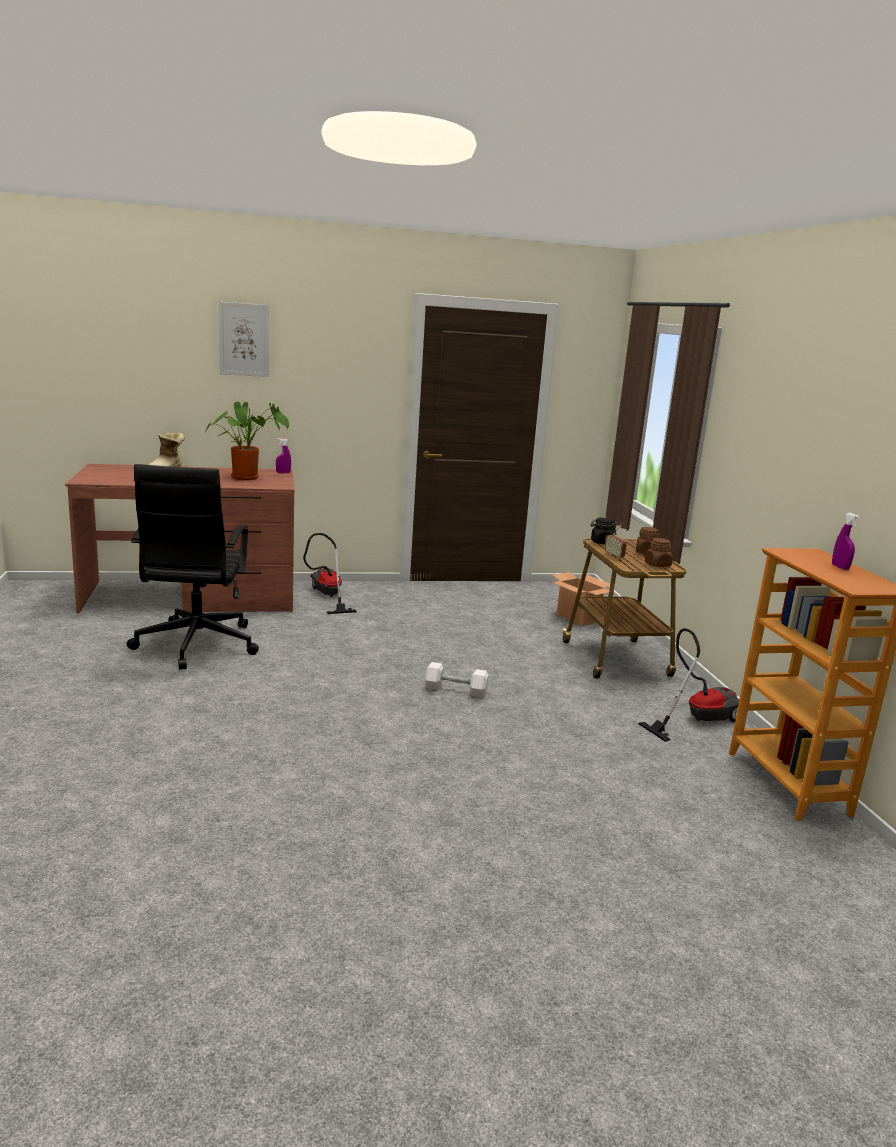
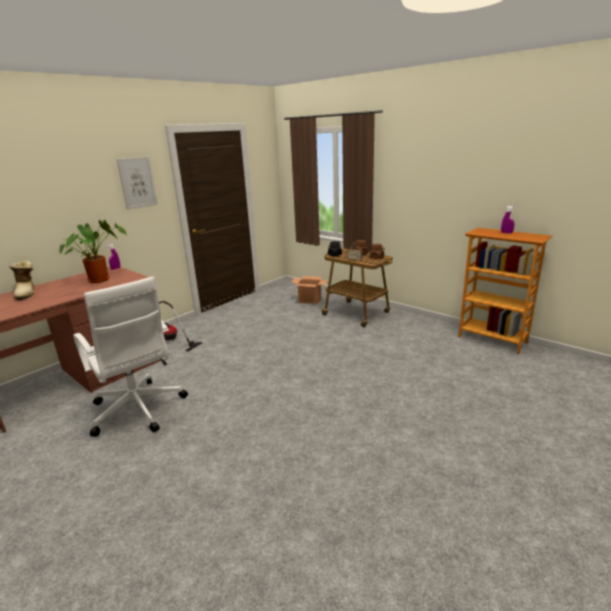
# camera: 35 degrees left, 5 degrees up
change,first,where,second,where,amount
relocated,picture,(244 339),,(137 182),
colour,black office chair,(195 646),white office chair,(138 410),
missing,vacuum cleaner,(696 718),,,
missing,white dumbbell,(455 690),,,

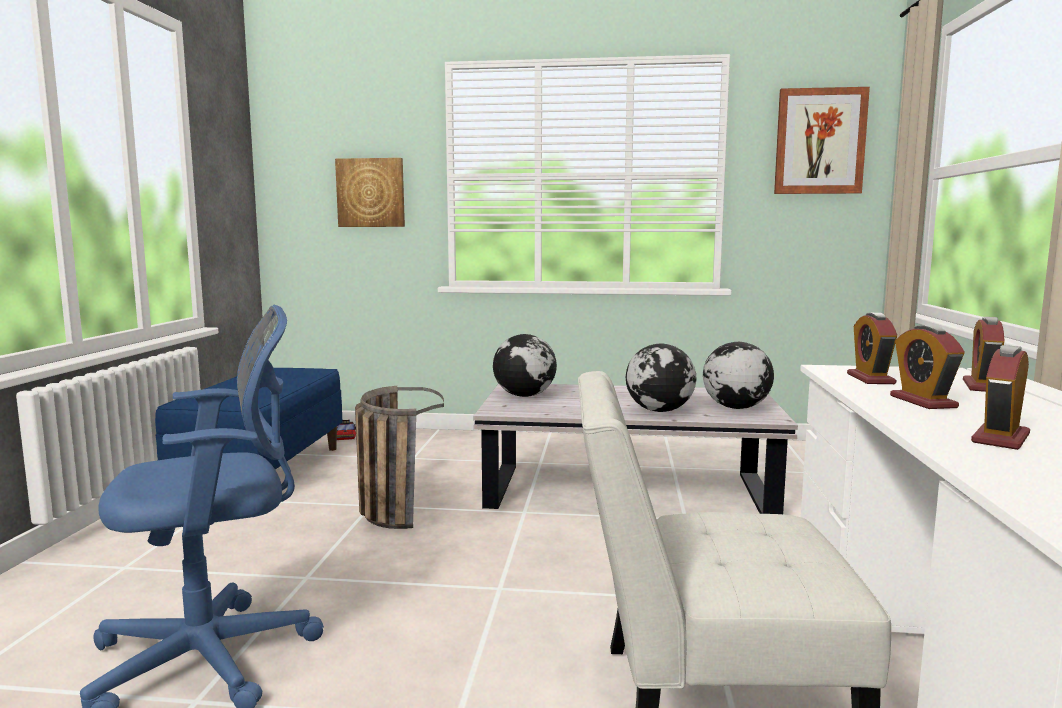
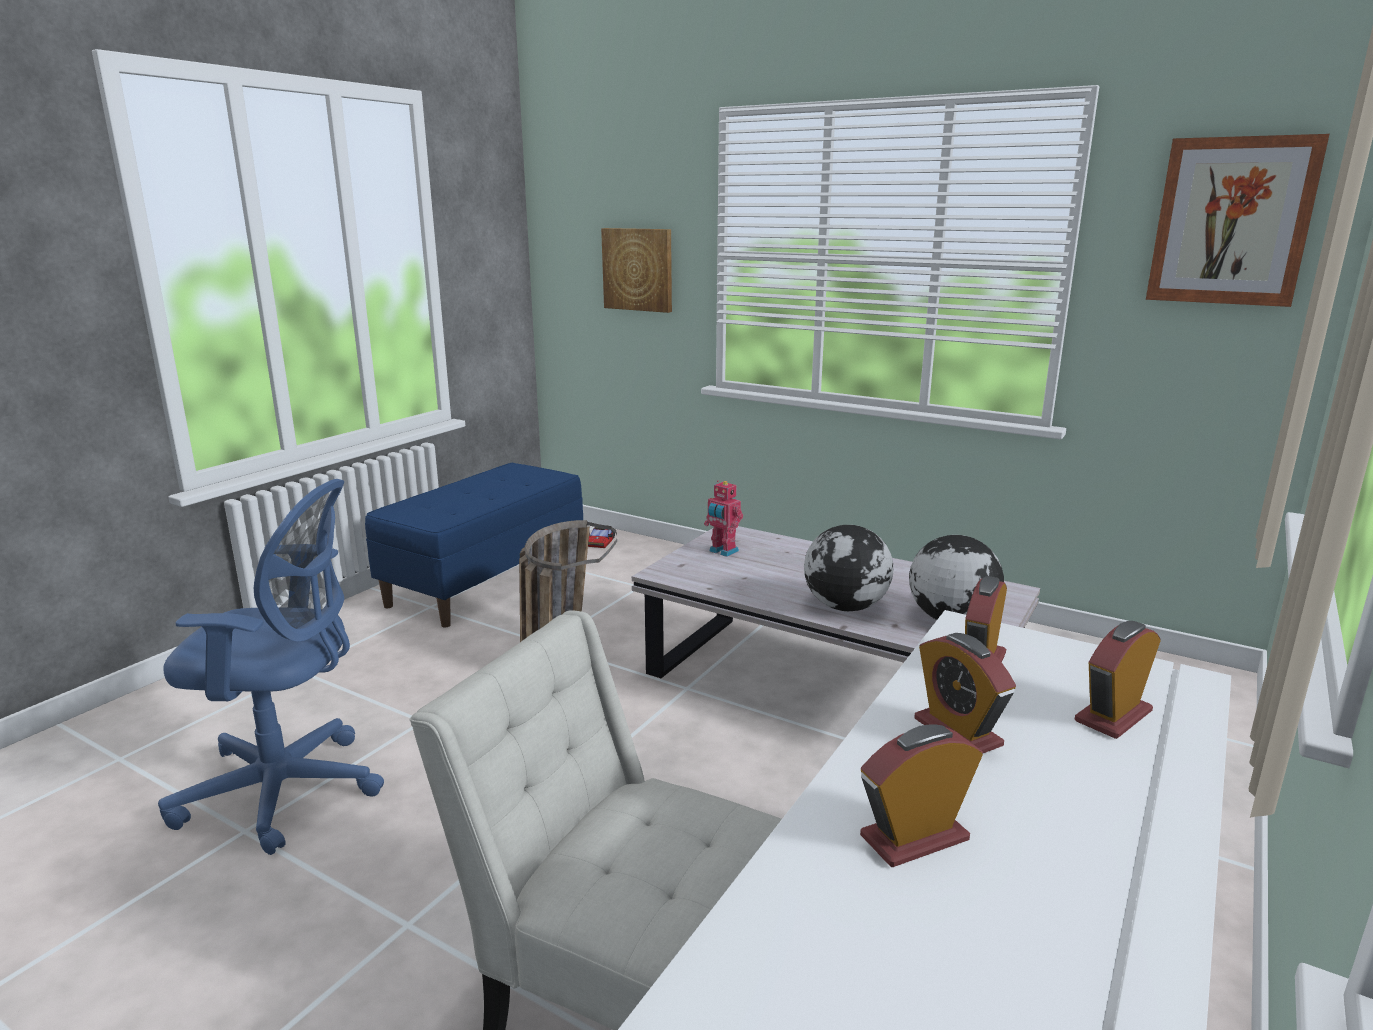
# camera: 25 degrees right, 10 degrees up
change,first,where,second,where,amount
spun,alarm clock,(923 401),,(957 732),45 degrees counterclockwise
exchanged,globe,(525 396),toy robot,(722 551),

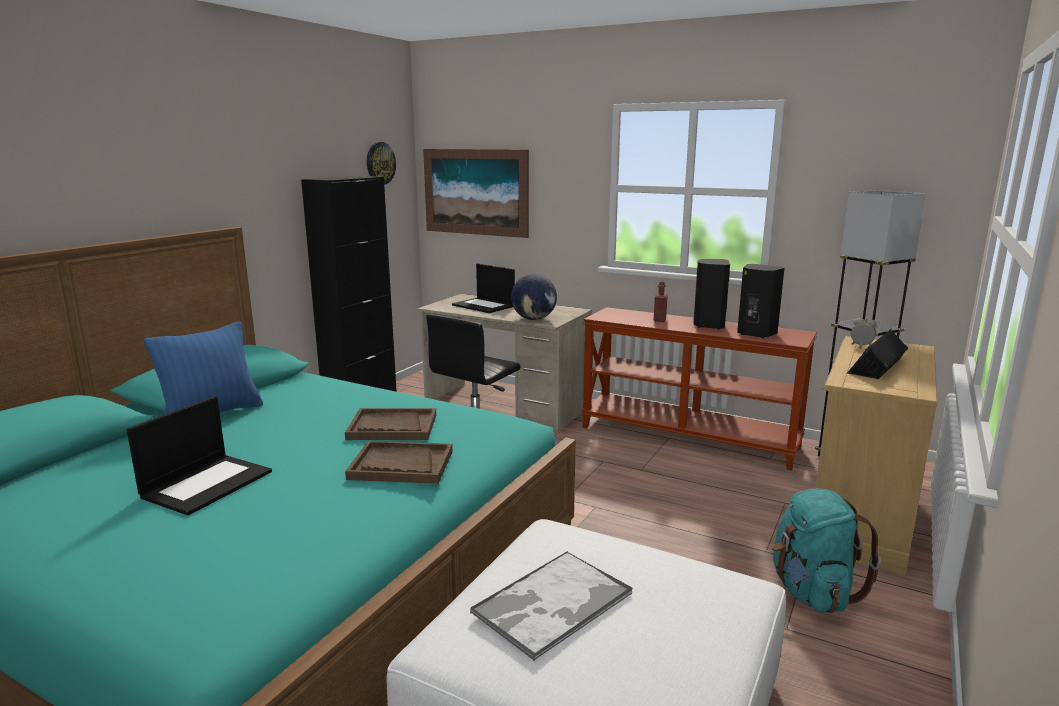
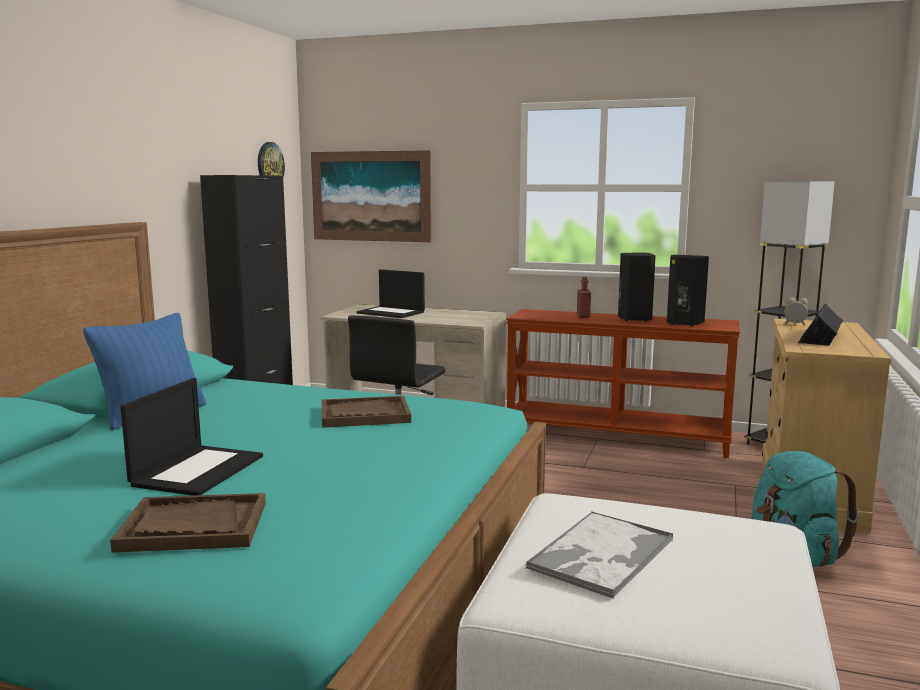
# camera: 10 degrees left, 5 degrees down
change,first,where,second,where,amount
missing,globe,(534 319),,,
relocated,brown tray,(401 465),,(193 526),

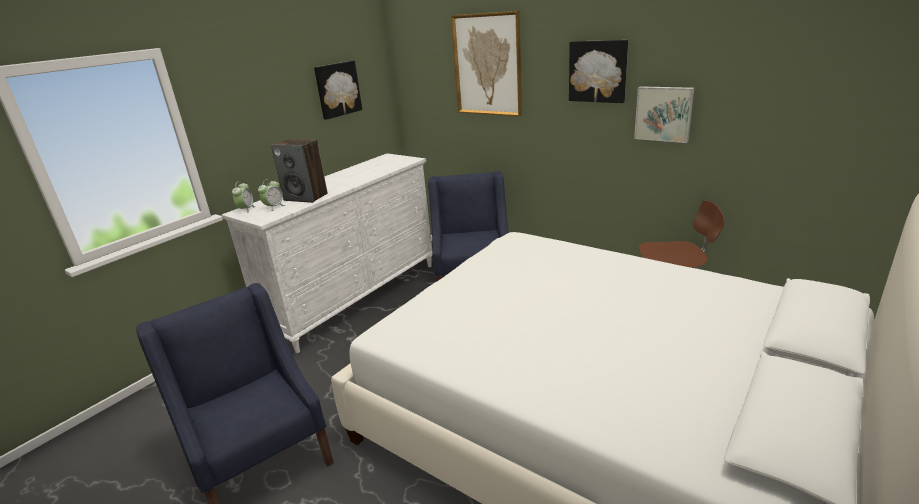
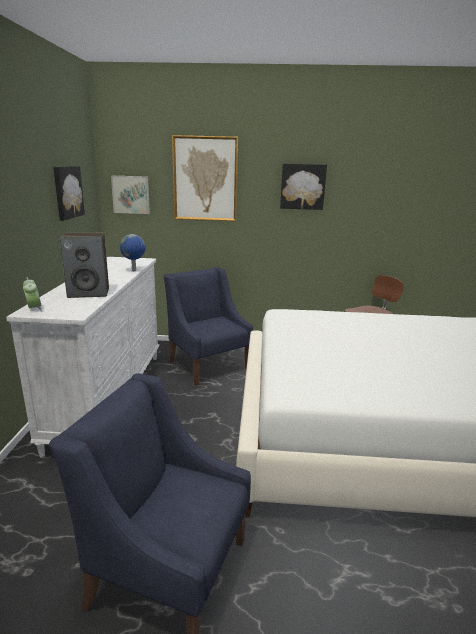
# camera: 35 degrees left, 5 degrees down
change,first,where,second,where,amount
relocated,picture,(663 113),,(131 194),
missing,alarm clock,(274 207),,,
appeared,,,globe,(134 271),

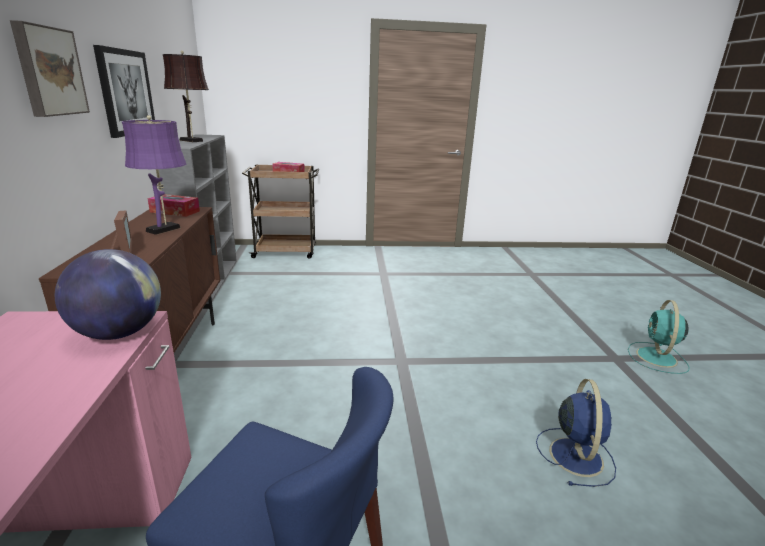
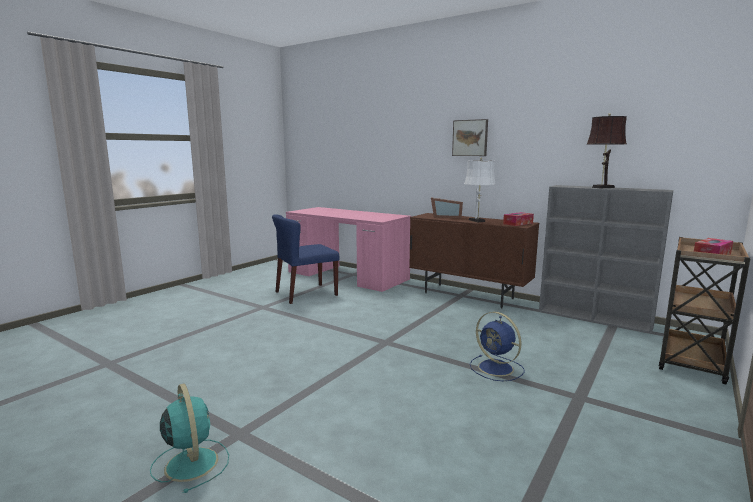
# camera: 130 degrees right, 10 degrees down
change,first,where,second,where,amount
missing,picture,(126 92),,,
colour,purple table lamp,(166 229),white table lamp,(477 221),
missing,globe,(119 333),,,
relocated,blue fan,(575 455),,(497 368),

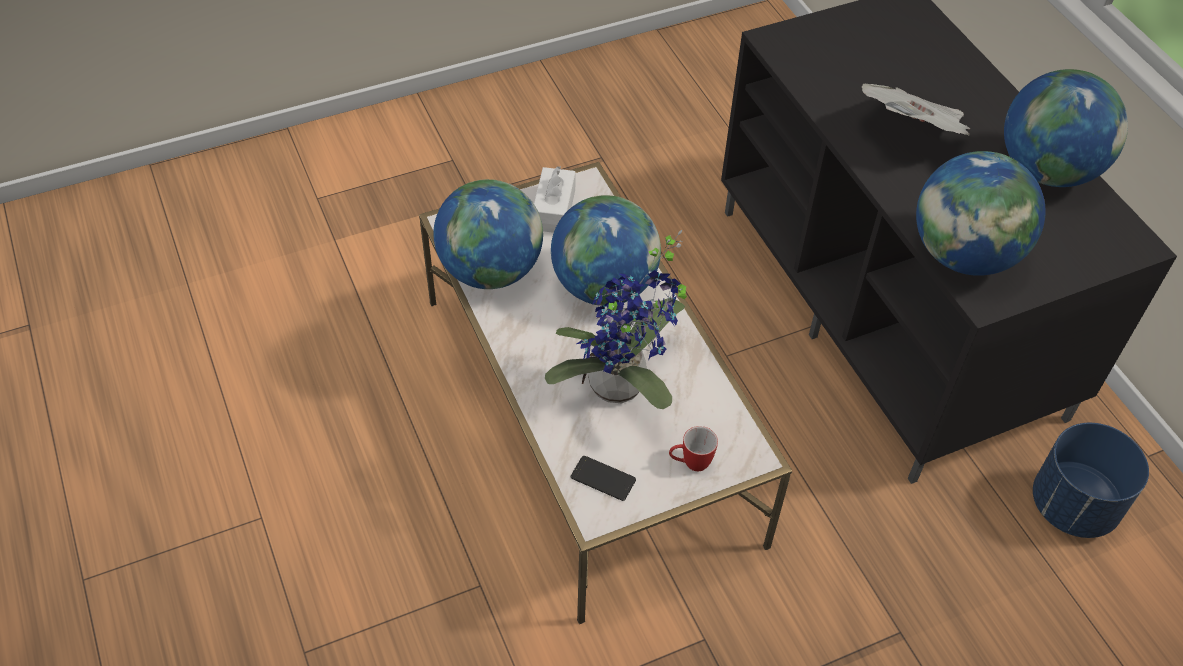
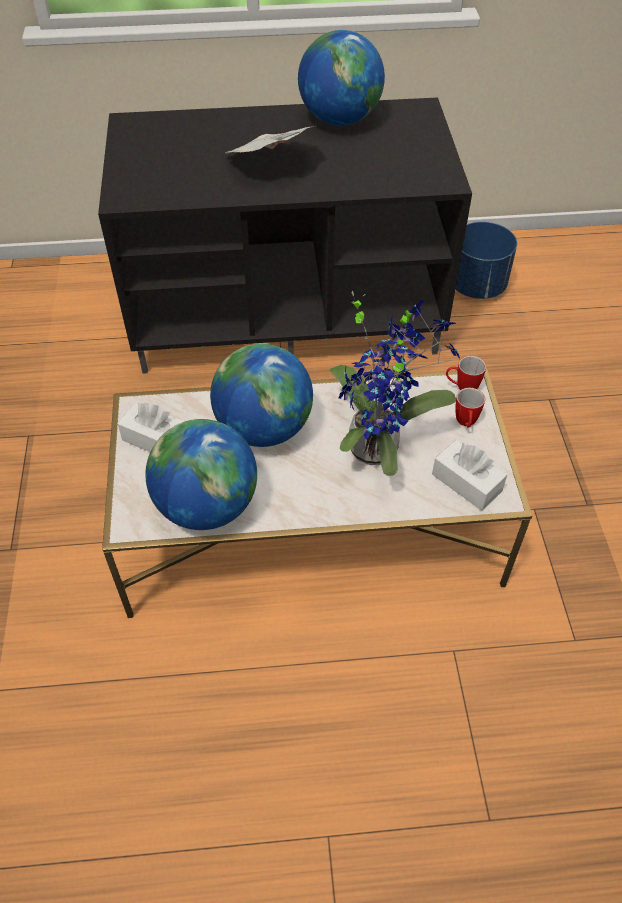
# camera: 70 degrees left, 0 degrees up
change,first,where,second,where,amount
missing,globe,(964 255),,,
exchanged,phone,(603 478),white tissue box,(466 482),
appeared,,,mug,(462 387),

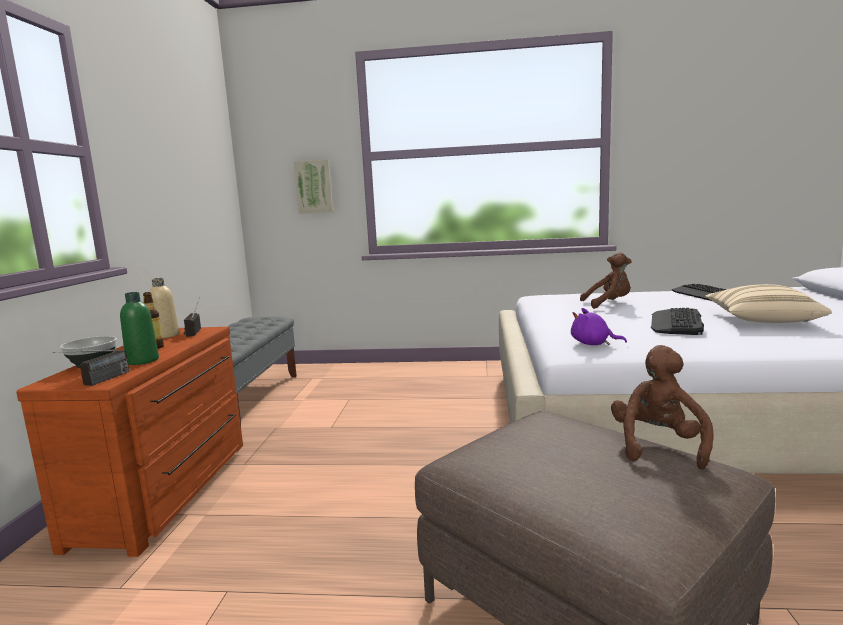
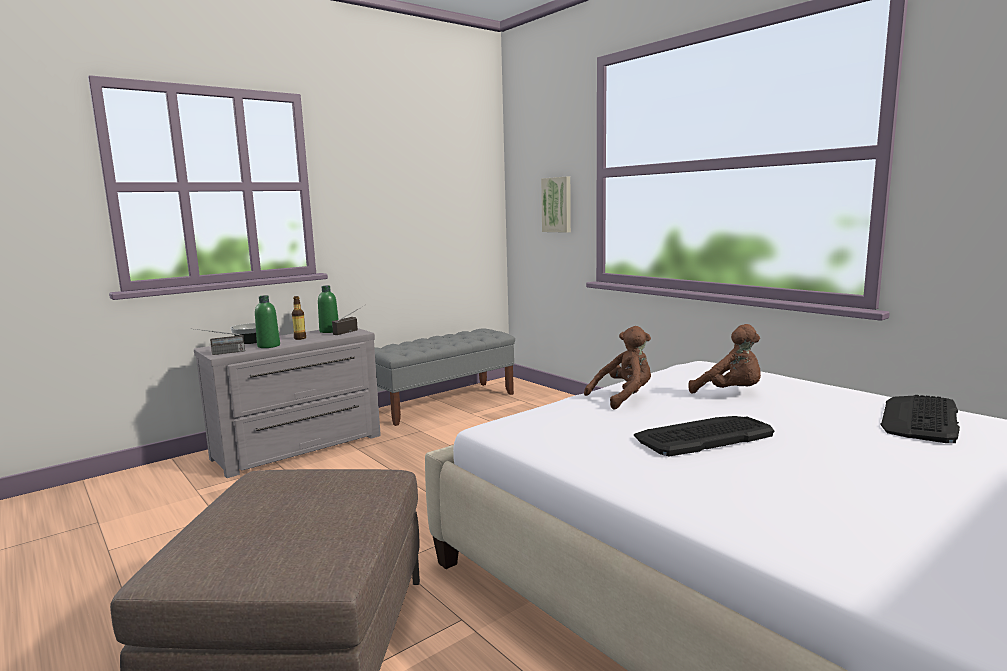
# camera: 45 degrees right, 0 degrees up
change,first,where,second,where,amount
colour,beige bottle,(166 335),green bottle,(329 331),
missing,beige pillow,(761 320),,,
missing,purple plush toy,(593 344),,,
colour,brown dresser,(170 490),grey dresser,(300 448),
relocated,brown plush toy,(658 445),,(623 398),

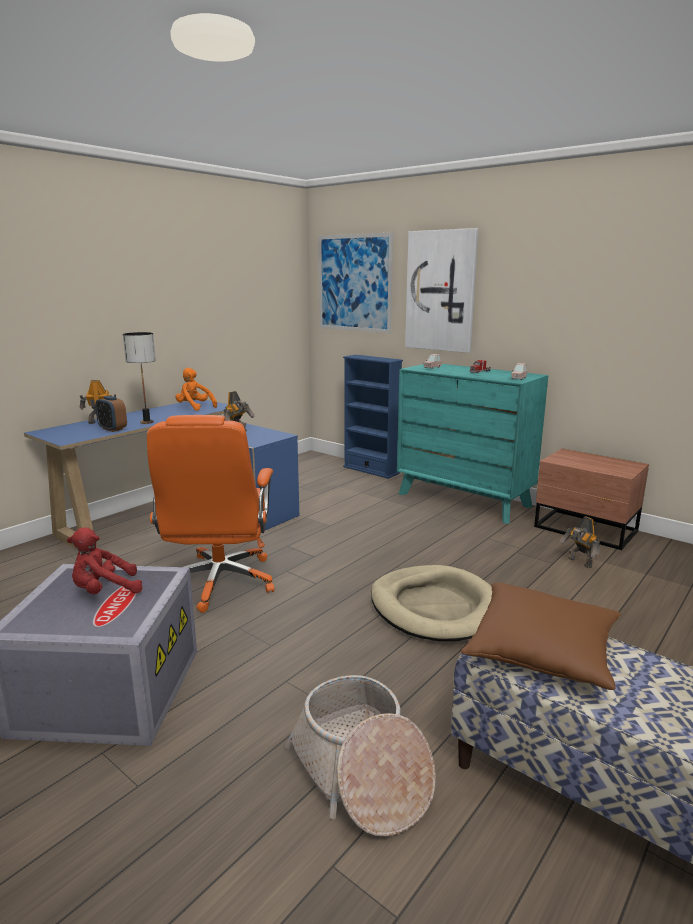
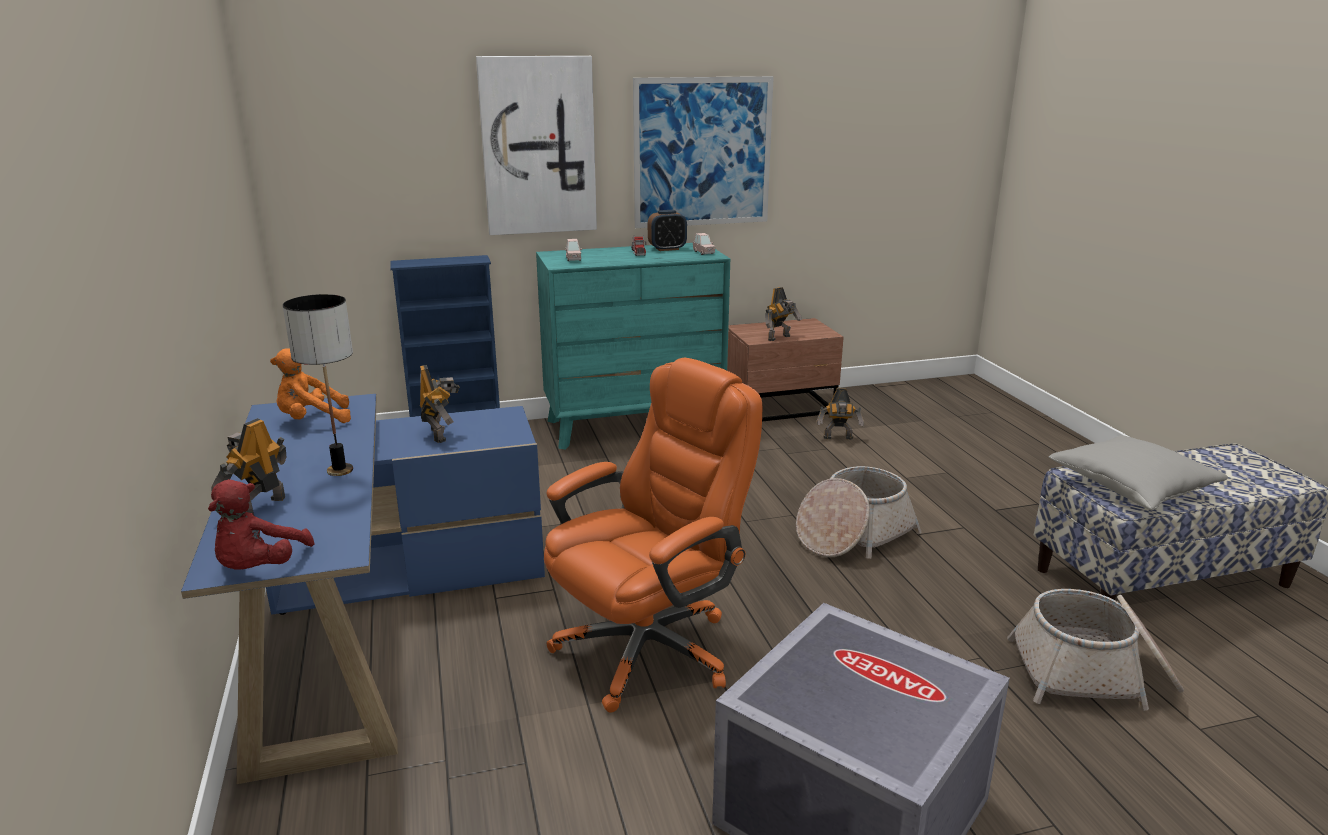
# camera: 55 degrees left, 5 degrees up
change,first,where,second,where,amount
relocated,picture,(354 283),,(702 152),
relocated,alarm clock,(112 429),,(667 249),
spun,orange office chair,(219 582),,(649 648),75 degrees counterclockwise
relocated,red plush toy,(105 591),,(260 568),
exchanged,beige dog bed,(435 607),basket,(853 535),
colour,brown pillow,(542 651),grey pillow,(1131 487),
appeared,,,toy robot,(780 338),

